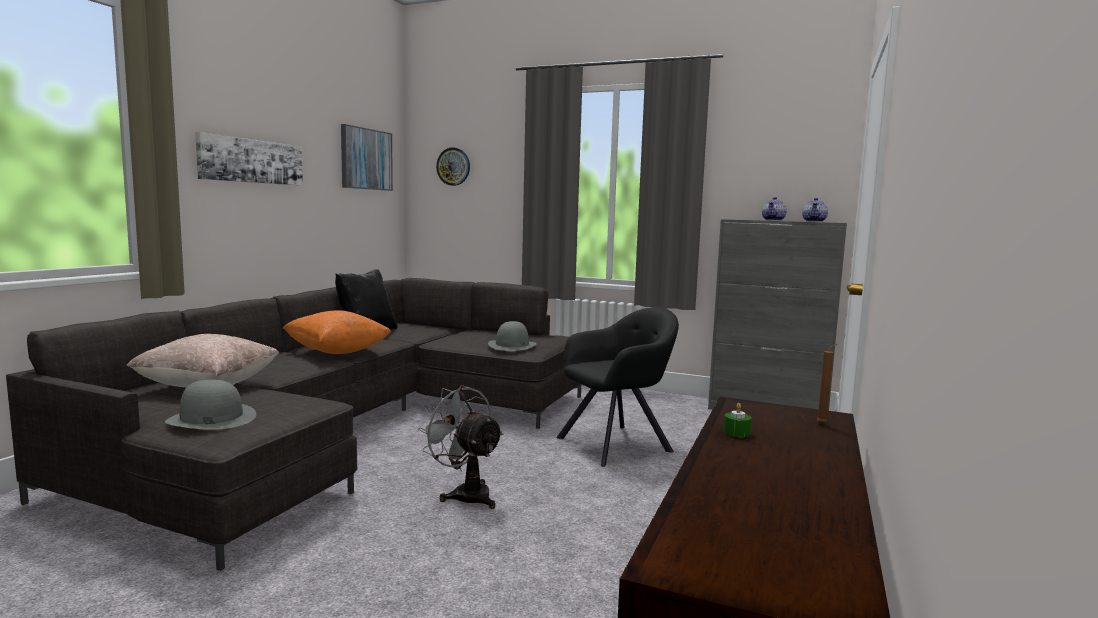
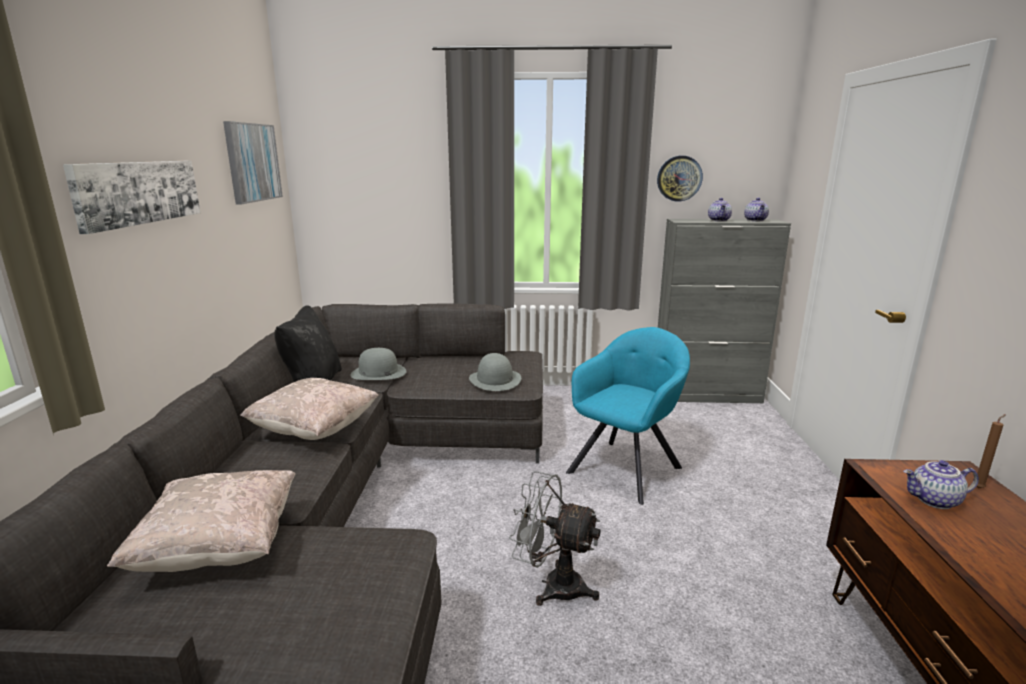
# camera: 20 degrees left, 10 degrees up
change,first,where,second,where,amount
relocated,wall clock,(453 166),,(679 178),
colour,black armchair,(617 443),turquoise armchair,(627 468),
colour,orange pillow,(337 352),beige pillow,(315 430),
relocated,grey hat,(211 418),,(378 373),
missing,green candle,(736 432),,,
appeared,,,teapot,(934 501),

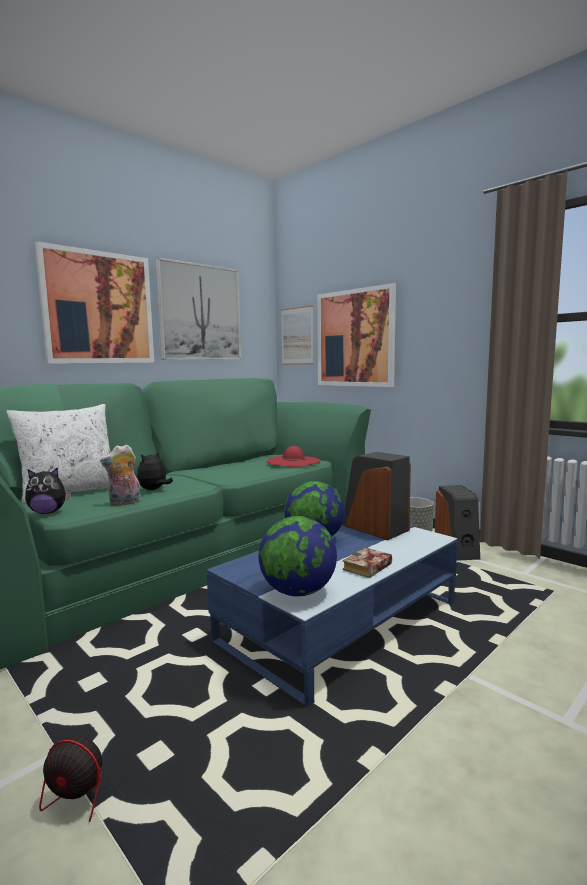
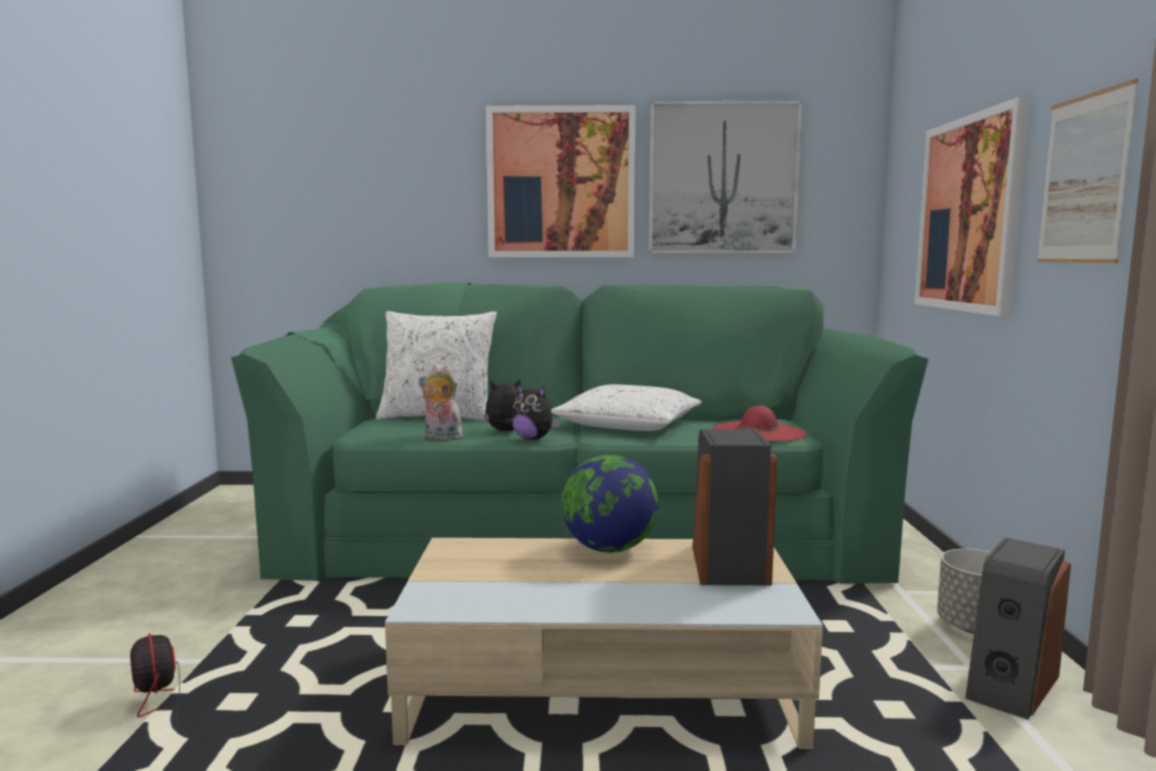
# camera: 45 degrees right, 0 degrees up
change,first,where,second,where,amount
relocated,picture,(297 336),,(1084 179),
relocated,plush toy,(48 512),,(533 439),
missing,globe,(298 592),,,
colour,blue coffee table,(341 621),beige coffee table,(600 687),
missing,book,(367 568),,,
appeared,,,white pillow,(628 425),

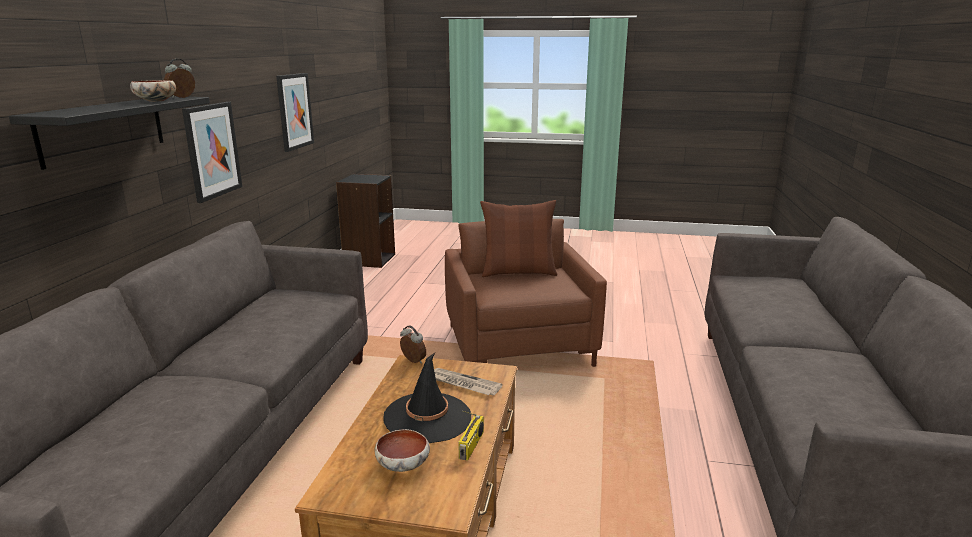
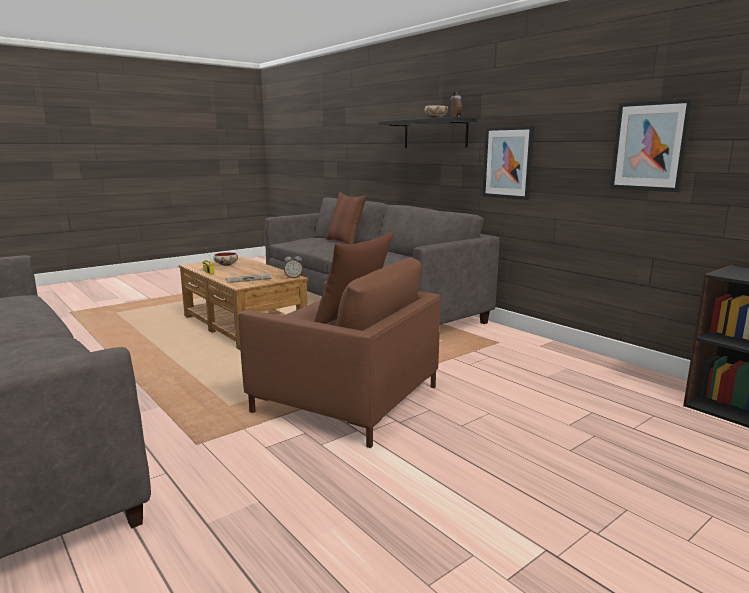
# camera: 130 degrees right, 5 degrees down
change,first,where,second,where,amount
missing,black hat,(428 417),,,
appeared,,,brown pillow,(345 242),

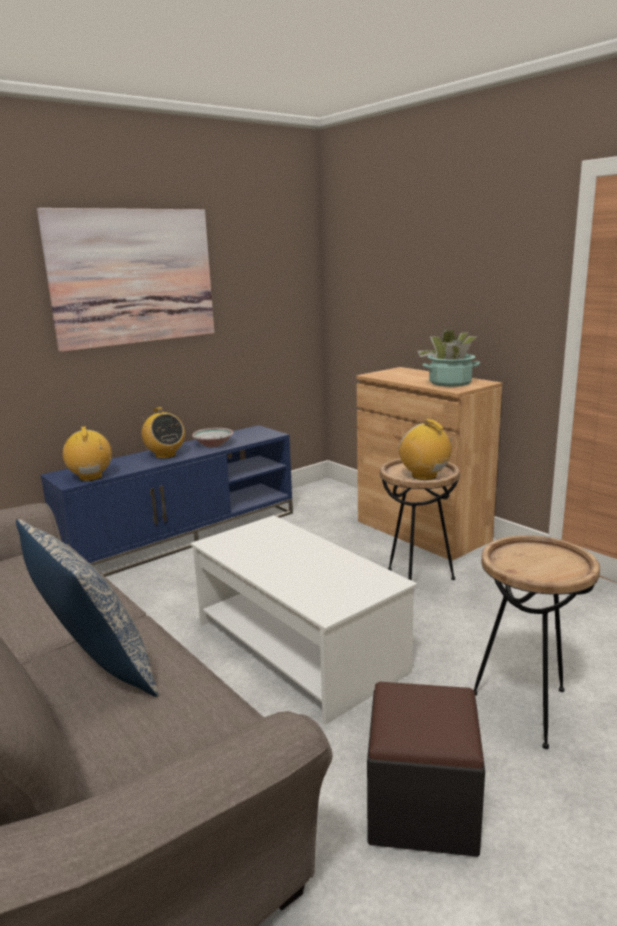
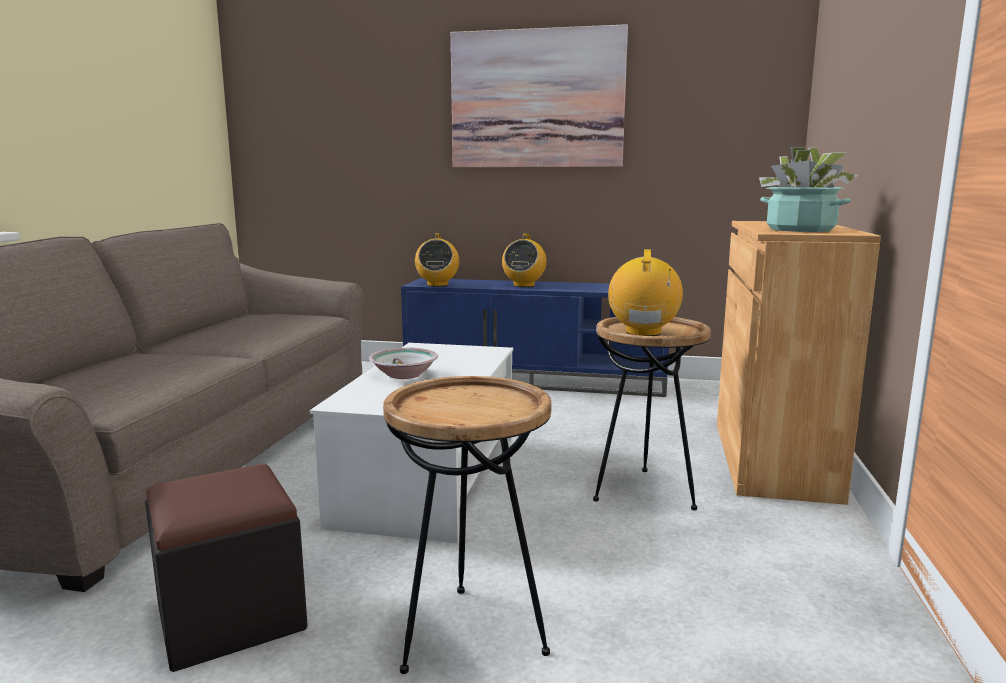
# camera: 50 degrees right, 5 degrees down
change,first,where,second,where,amount
spun,radio,(91 477),,(437 284),150 degrees clockwise
relocated,bowl,(213 444),,(404 374),
missing,pillow,(95 670),,,

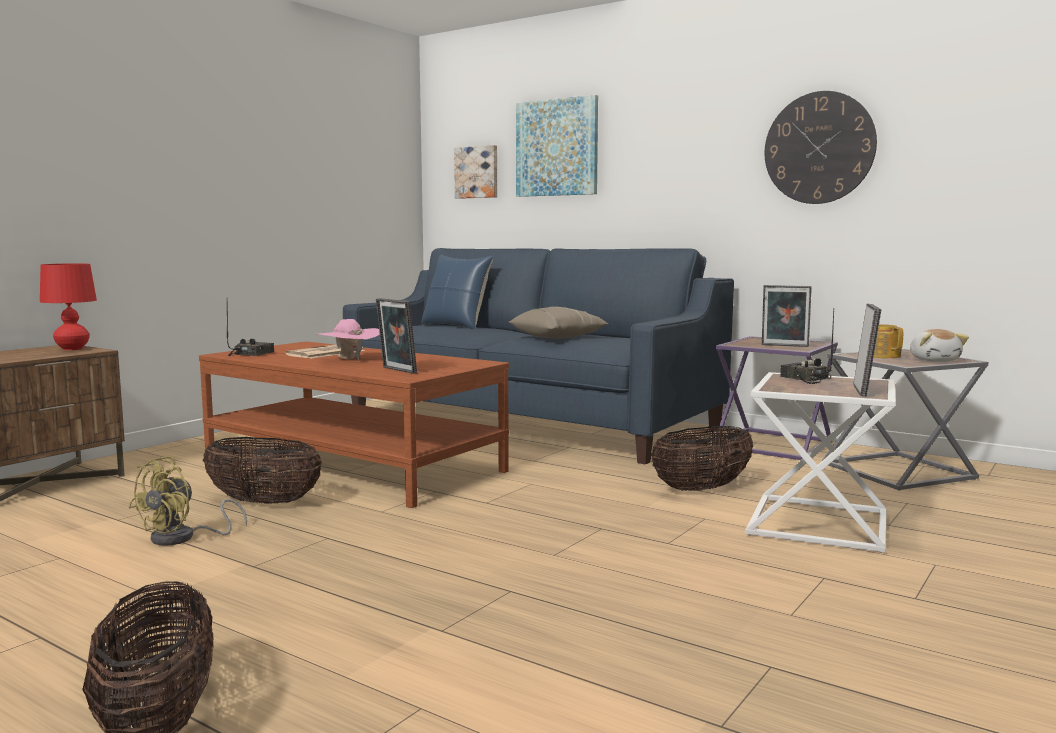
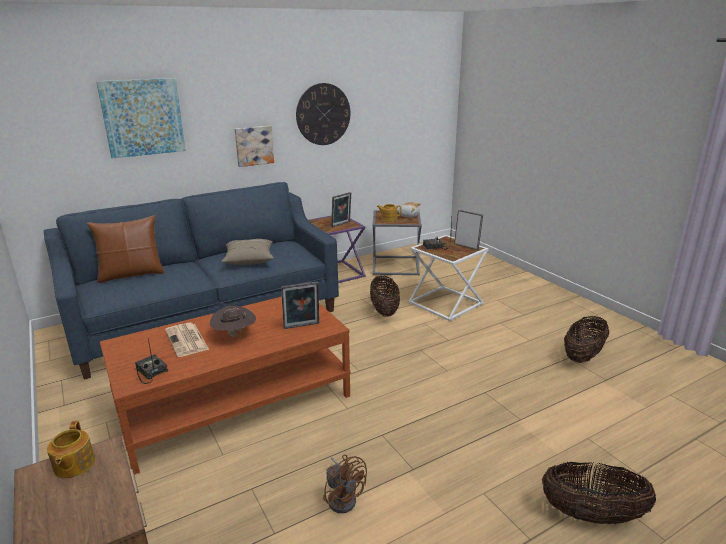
# camera: 65 degrees left, 15 degrees up
change,first,where,second,where,amount
relocated,picture,(477 172),,(254 145),
colour,blue pillow,(456 325),brown pillow,(132 275),
exchanged,red table lamp,(72 349),teapot,(73 465),
colour,pink hat,(348 359),brown hat,(234 336),
relocated,basket,(264 502),,(583 356),
colour,yellow fan,(183 538),brown fan,(343 497),

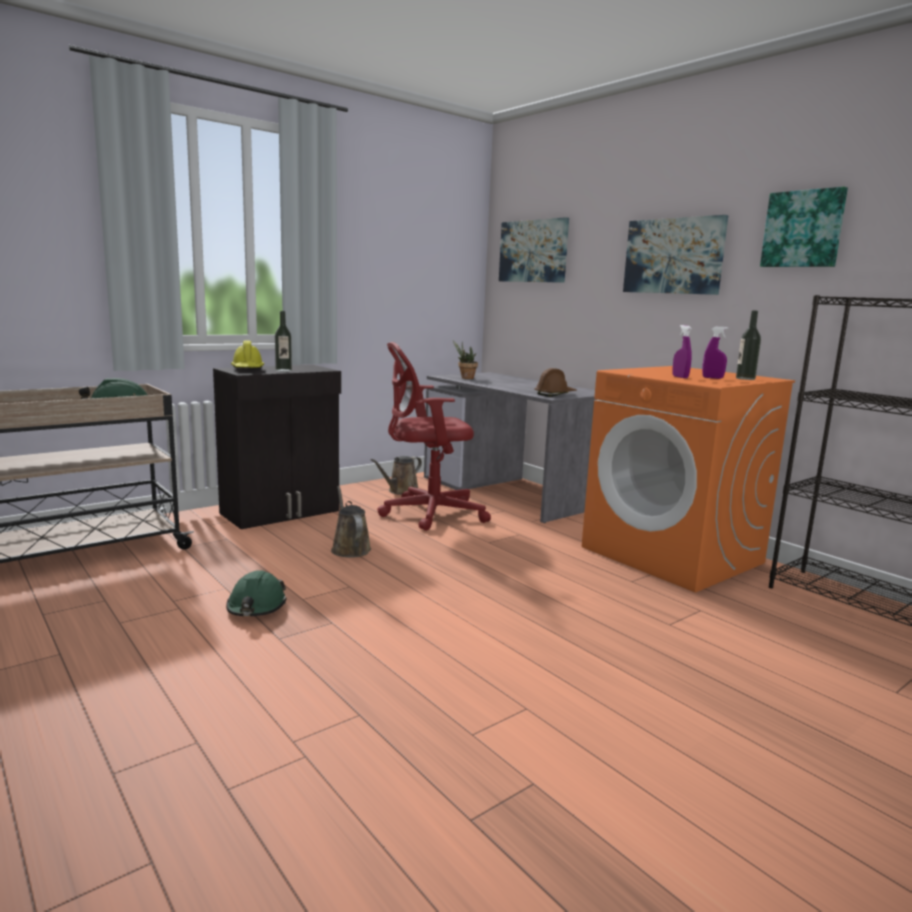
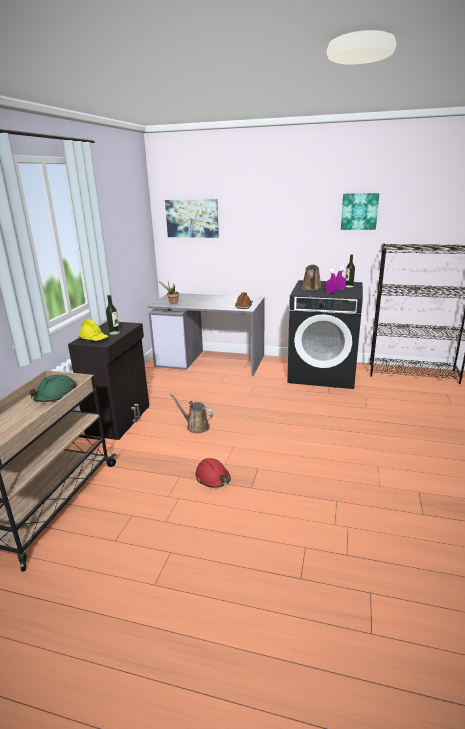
# camera: 35 degrees left, 10 degrees up
change,first,where,second,where,amount
missing,picture,(673 256),,,
missing,red office chair,(428 513),,,
colour,orange washing machine,(673 555),black washing machine,(323 373),
relocated,brown watering can,(401 491),,(312 288),
colour,green hard hat,(256 607),red hard hat,(213 478),

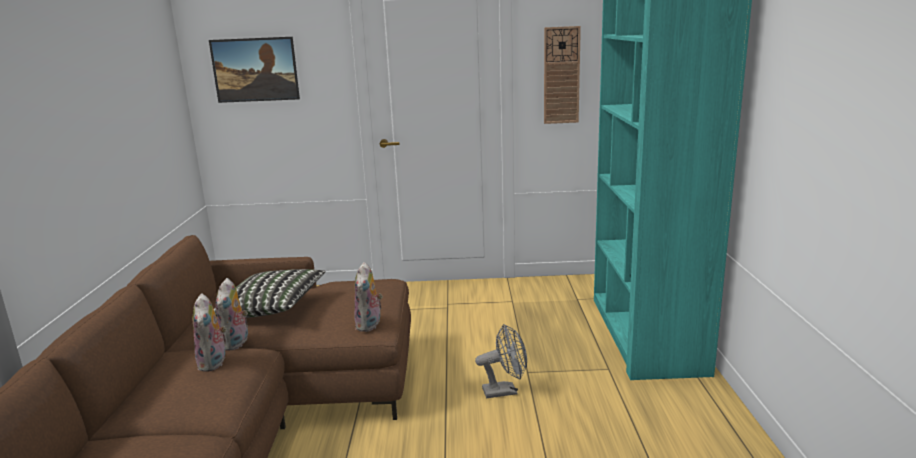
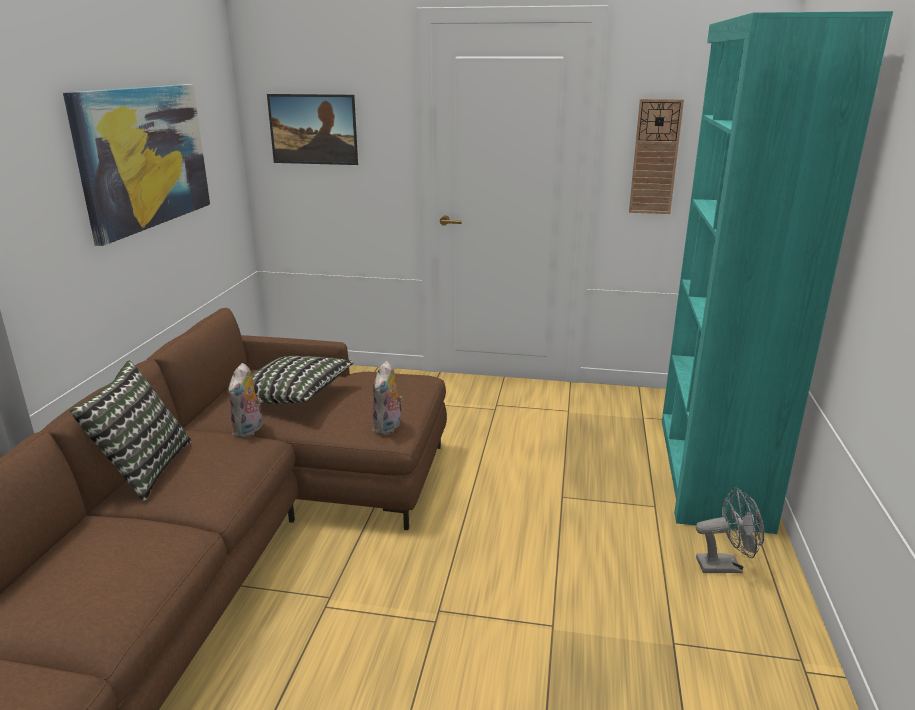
# camera: 10 degrees right, 5 degrees up
change,first,where,second,where,amount
missing,plush toy,(214 363),,,
relocated,grey fan,(505 390),,(725 565),
appeared,,,picture,(144 157),
appeared,,,pillow,(143 469),

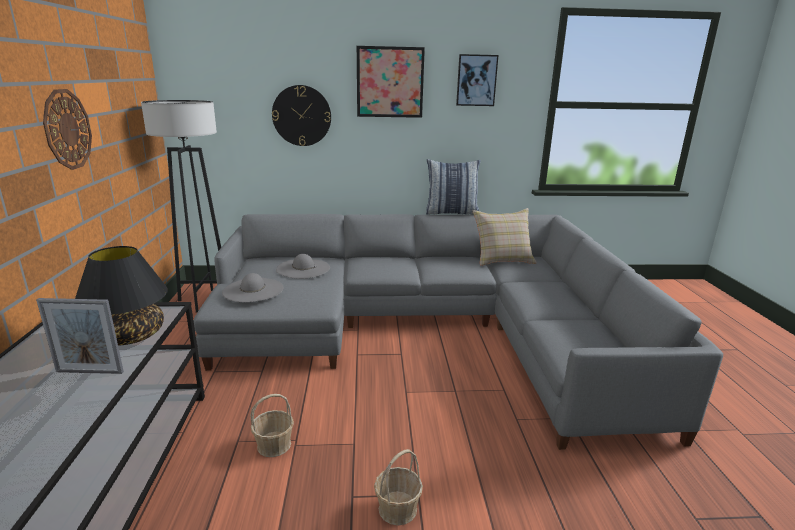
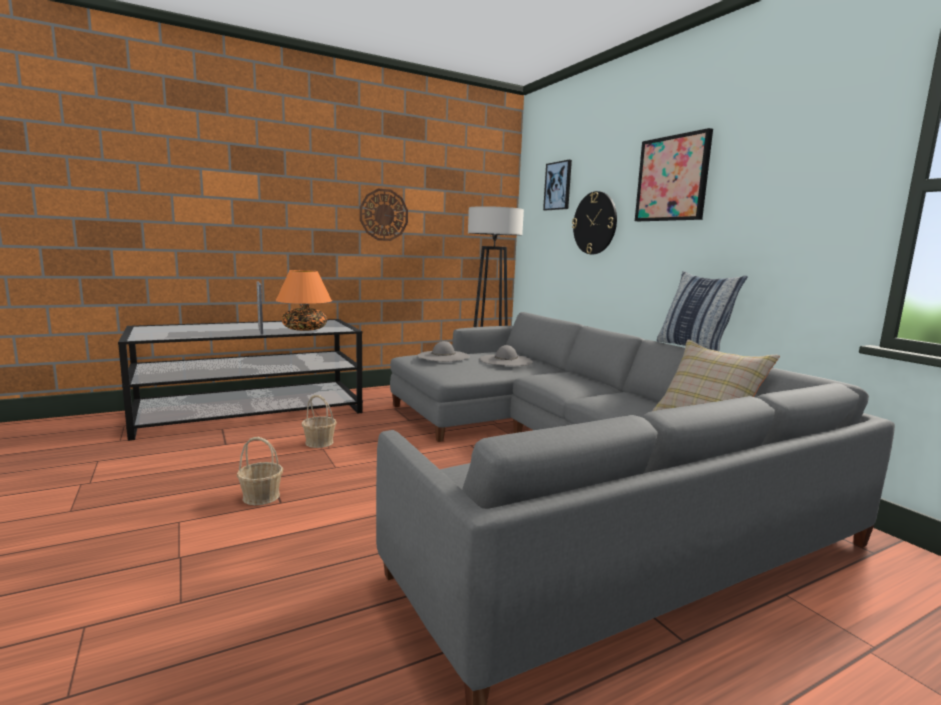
# camera: 65 degrees right, 10 degrees down
change,first,where,second,where,amount
relocated,picture,(476 80),,(558 186),
colour,black table lamp,(129 336),orange table lamp,(304 329),

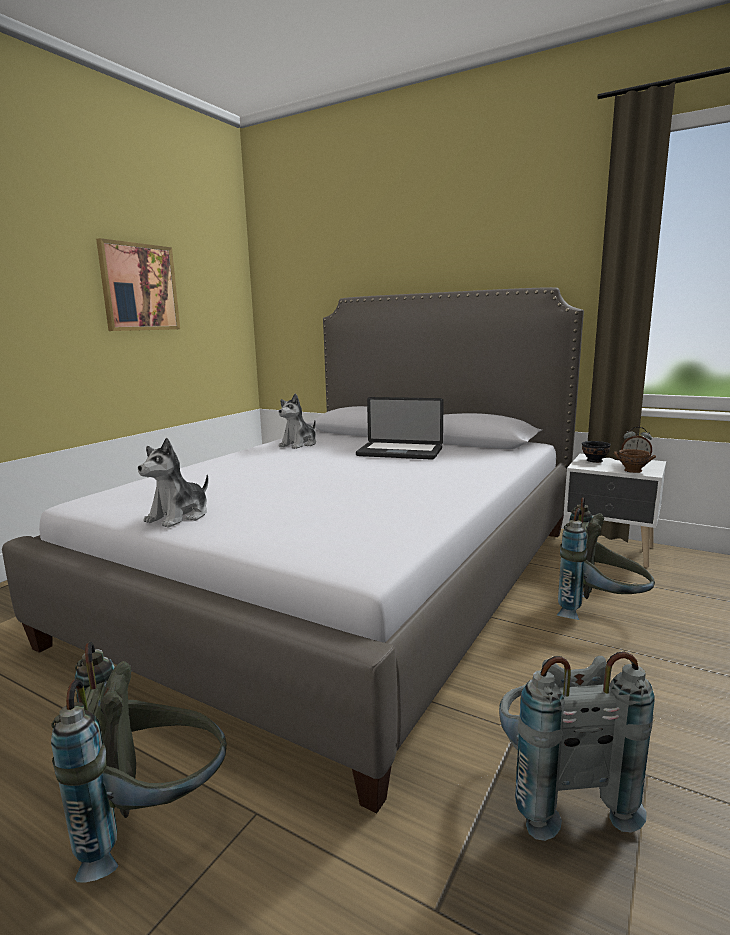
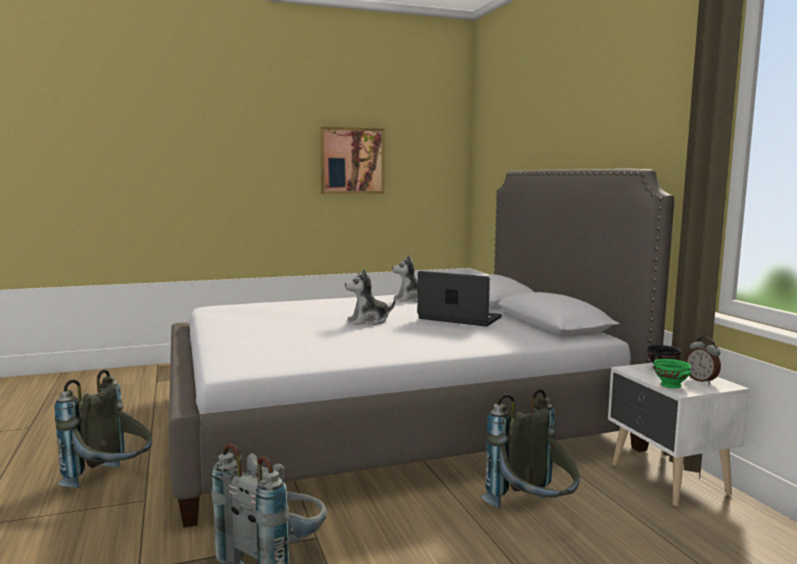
# camera: 40 degrees right, 5 degrees down
change,first,where,second,where,amount
spun,laptop,(399 452),,(459 318),150 degrees clockwise
relocated,plush toy,(179 516),,(369 321),
colour,brown bowl,(633 471),green bowl,(670 385),

